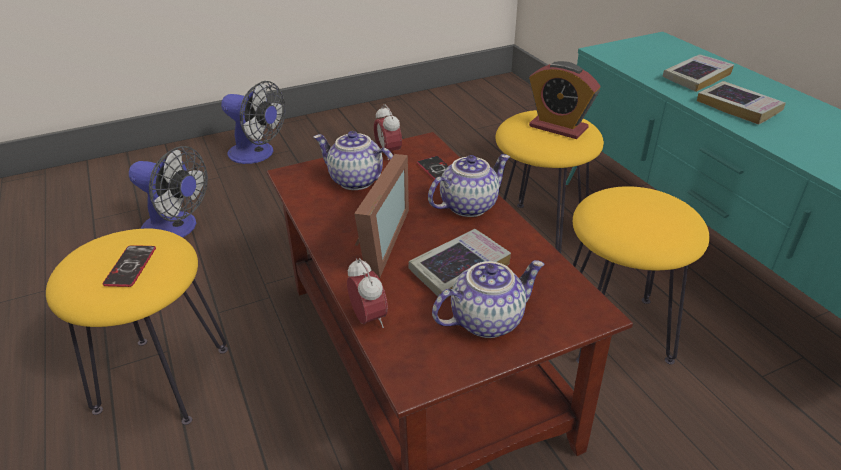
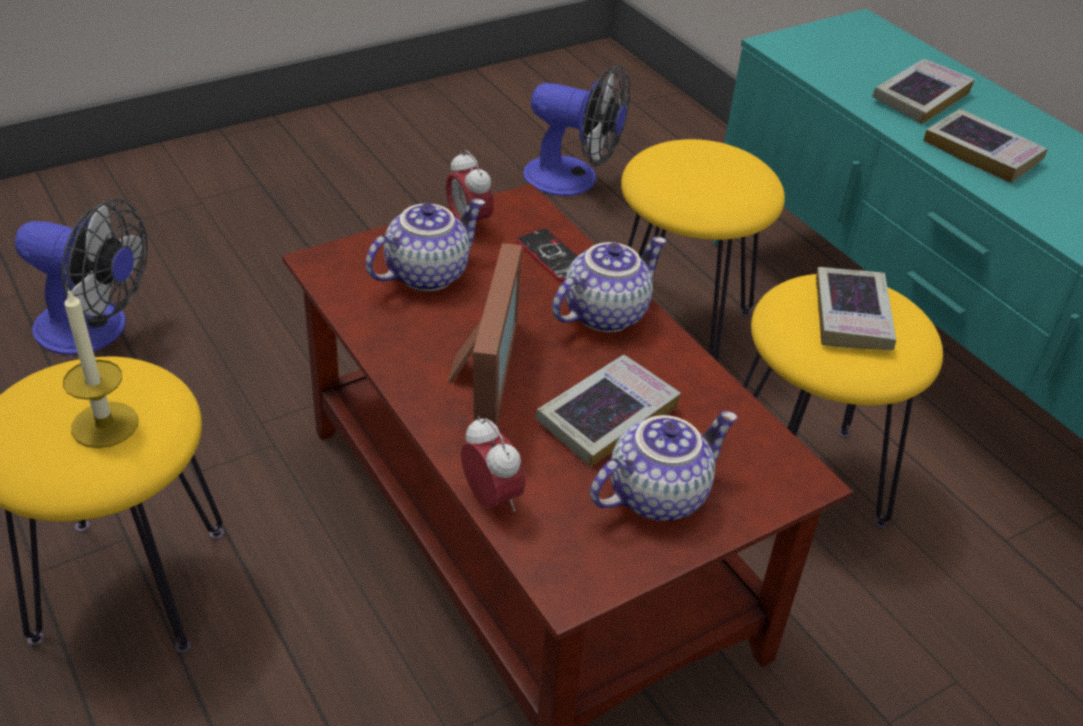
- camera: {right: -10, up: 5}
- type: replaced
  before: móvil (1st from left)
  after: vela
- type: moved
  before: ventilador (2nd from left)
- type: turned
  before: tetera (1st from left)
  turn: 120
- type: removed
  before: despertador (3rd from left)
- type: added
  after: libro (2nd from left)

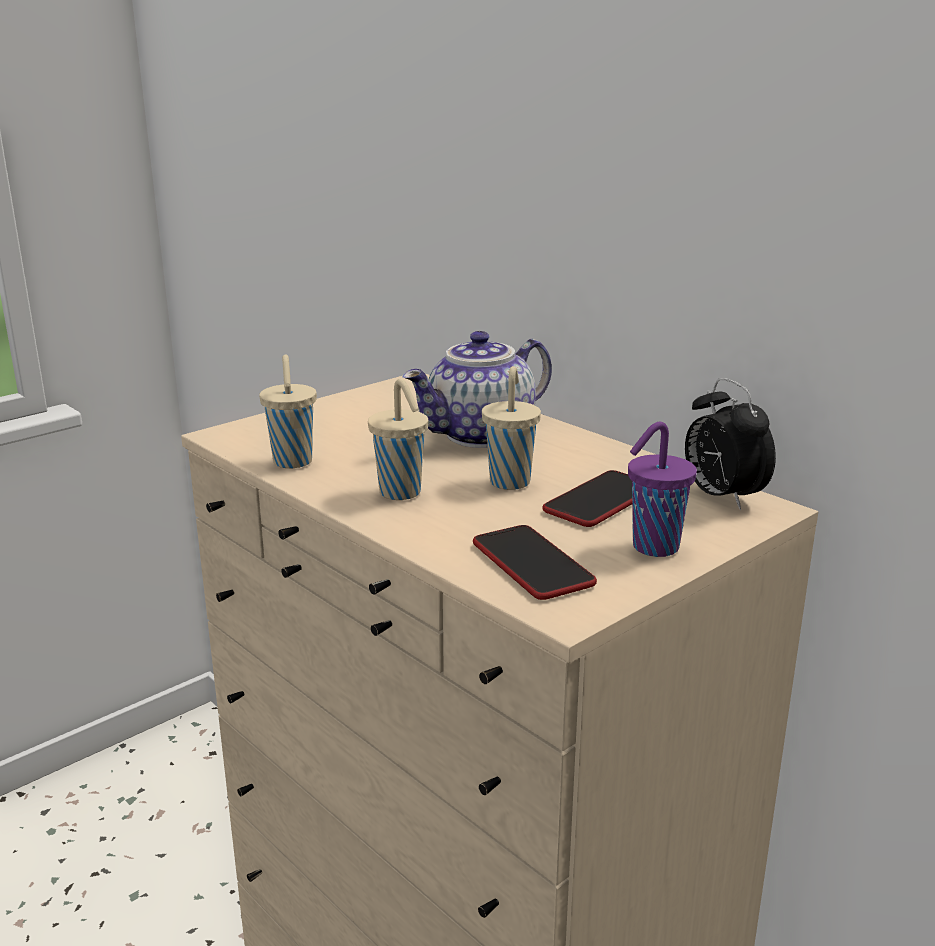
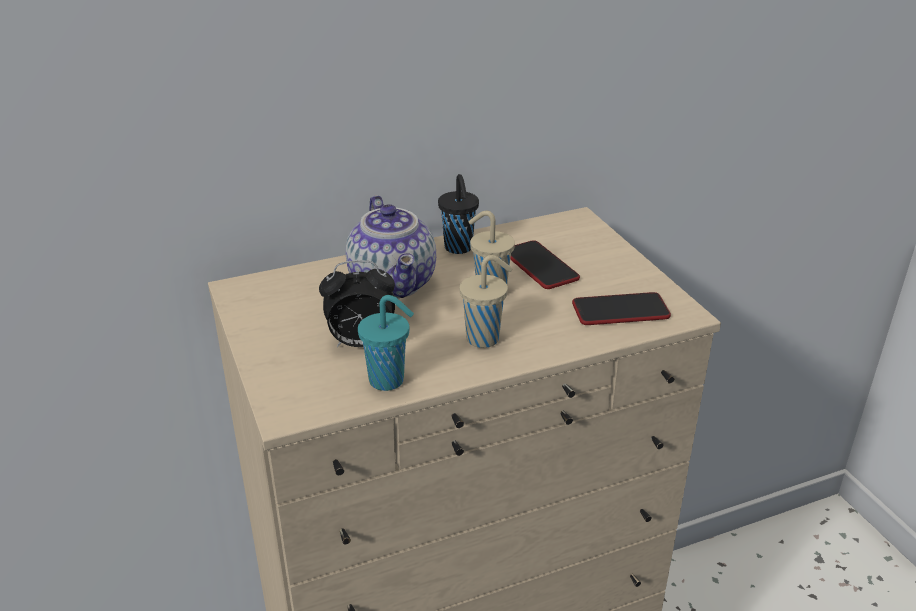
- camera: {right: -70, up: 10}
- type: recoloured
  before: taza/beis (1st from left)
  after: taza/turquesa
- type: removed
  before: taza/morado
- type: moved
  before: despertador
- type: added
  after: taza/negro

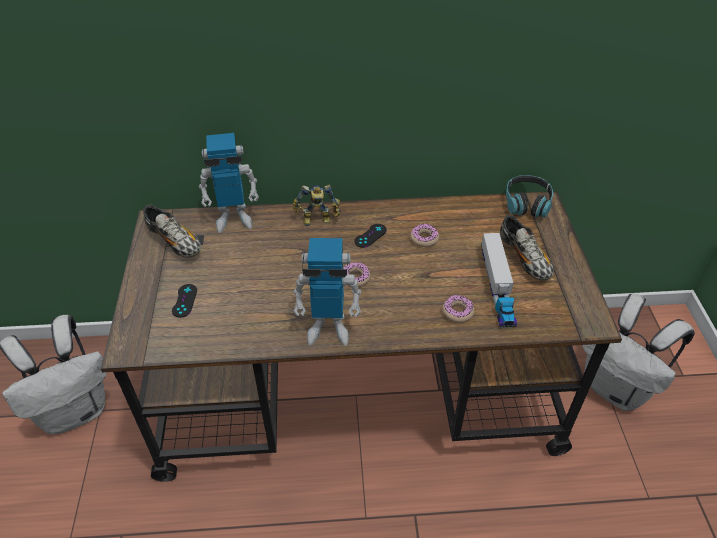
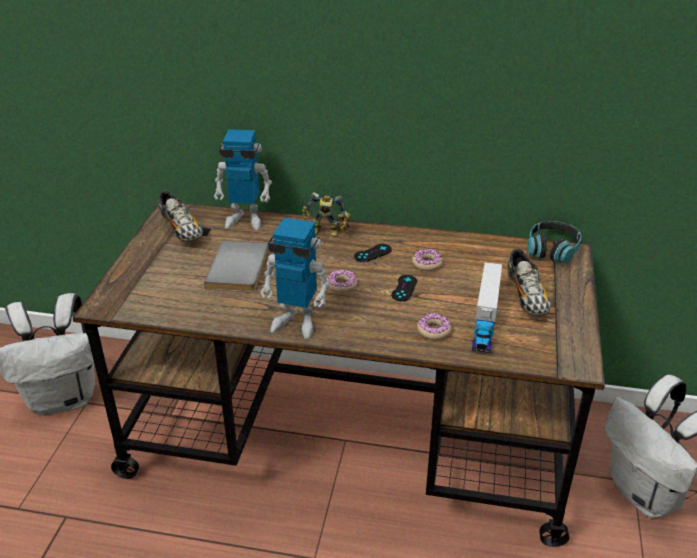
- camera: {right: 15, up: -10}
- type: moved
  before: mando de consola/negro (1st from left in the first image)
  after: mando de consola/negro (2nd from left)
- type: added
  after: libro/gris

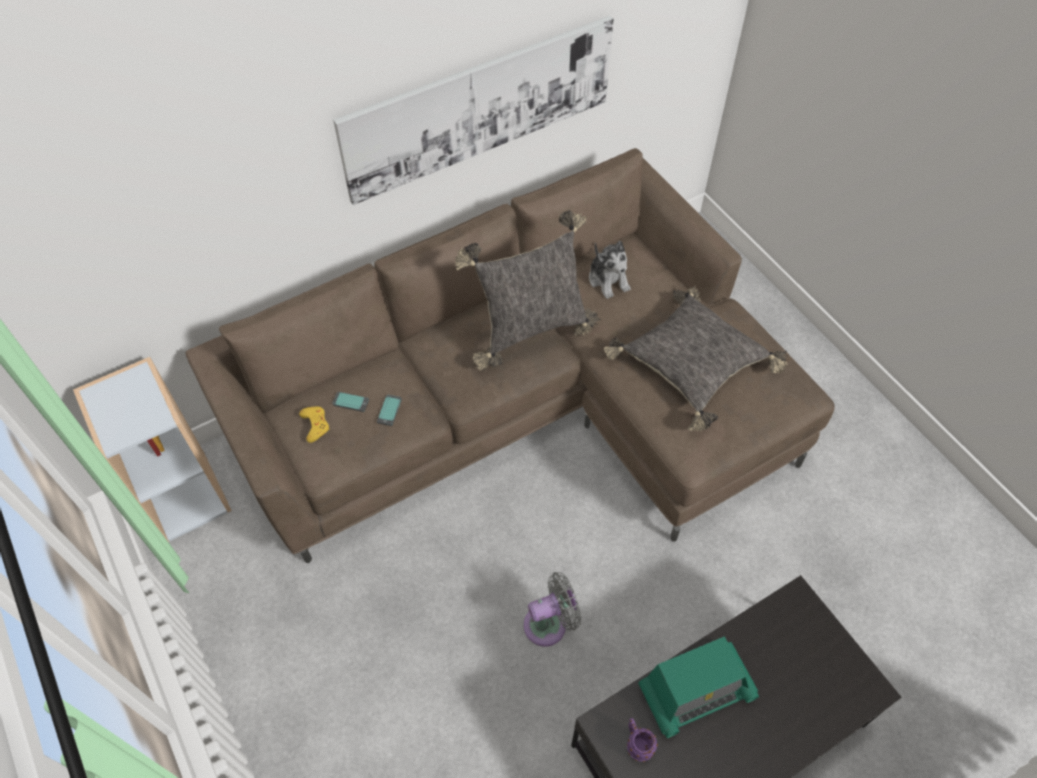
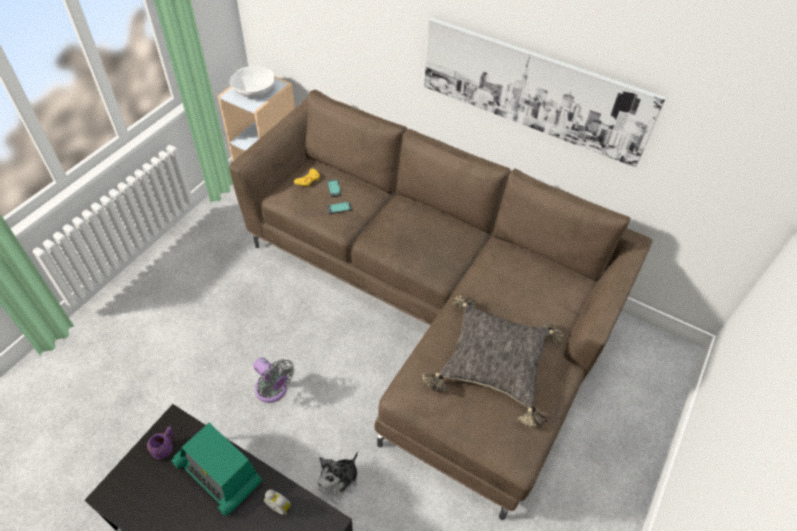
- camera: {right: 60, up: -5}
- type: removed
  before: cojín (1st from left)
- type: moved
  before: peluche
- type: added
  after: cuenco/blanco
- type: added
  after: despertador

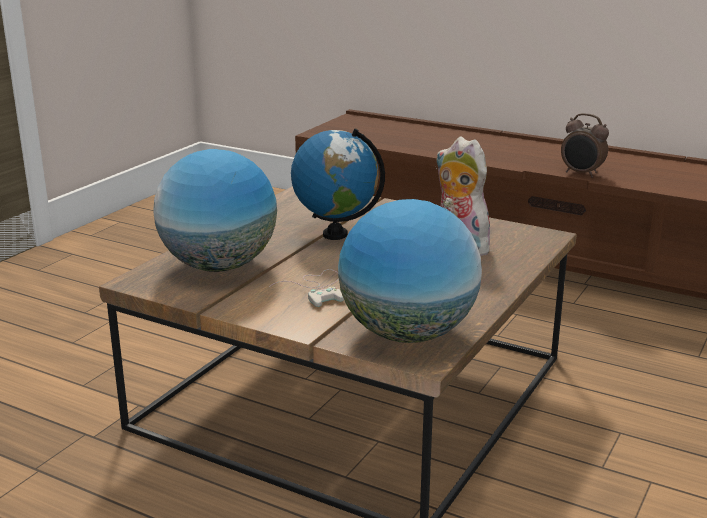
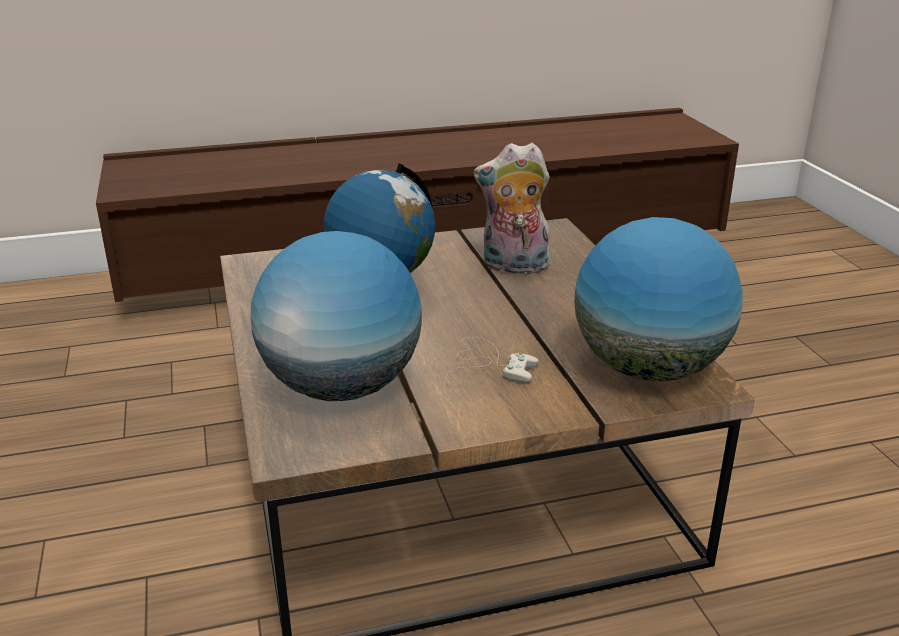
- camera: {right: -45, up: 5}
- type: removed
  before: despertador

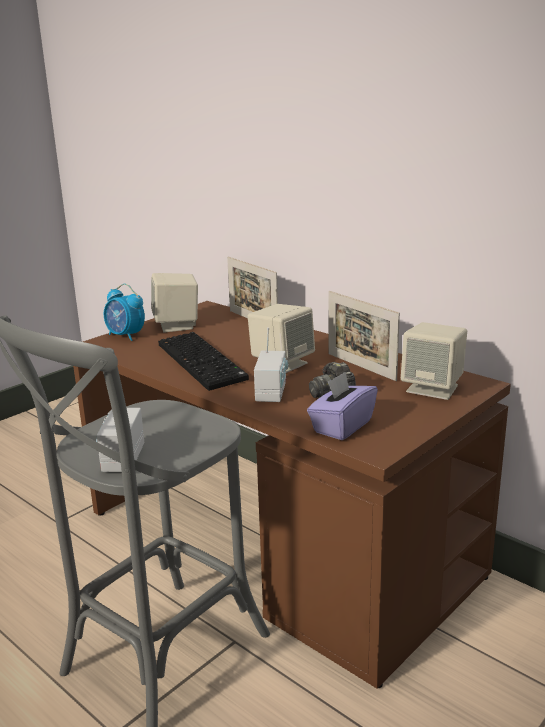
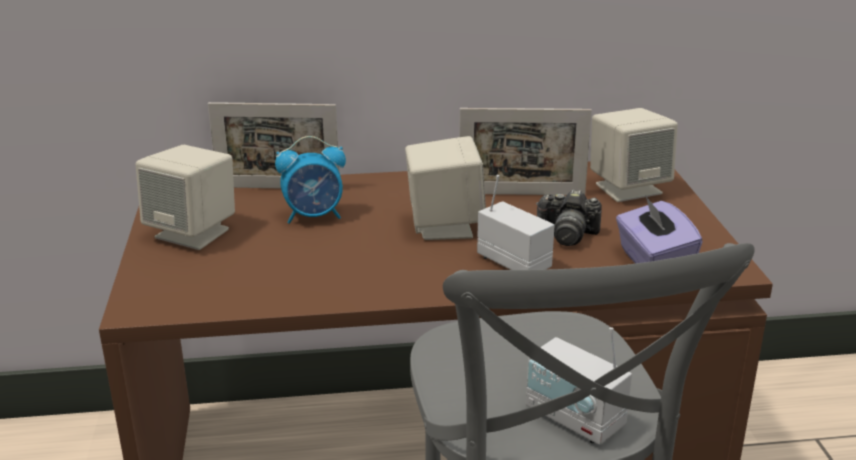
- camera: {right: -50, up: 5}
- type: moved
  before: despertador
- type: removed
  before: teclado

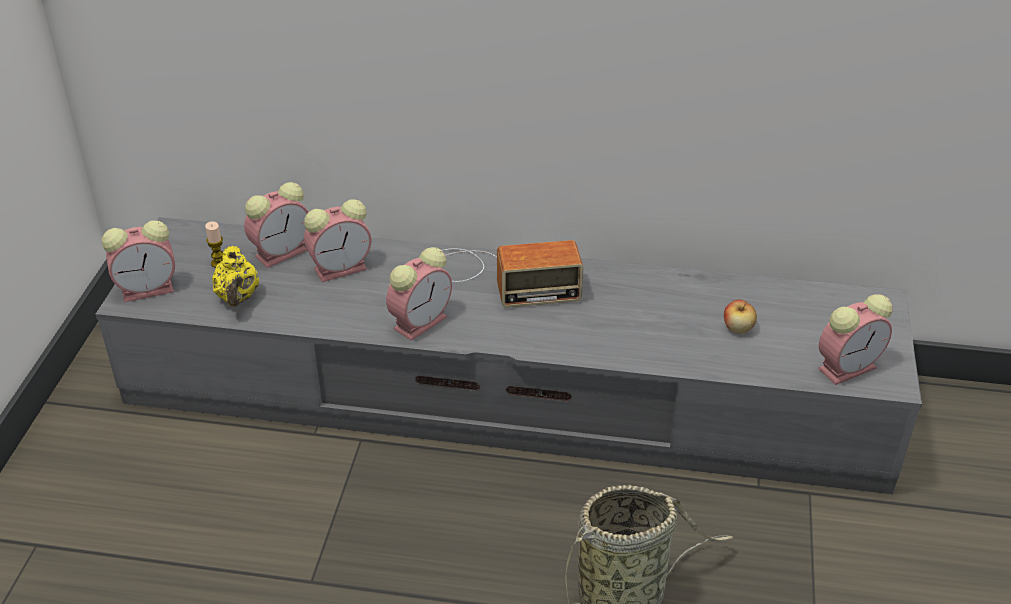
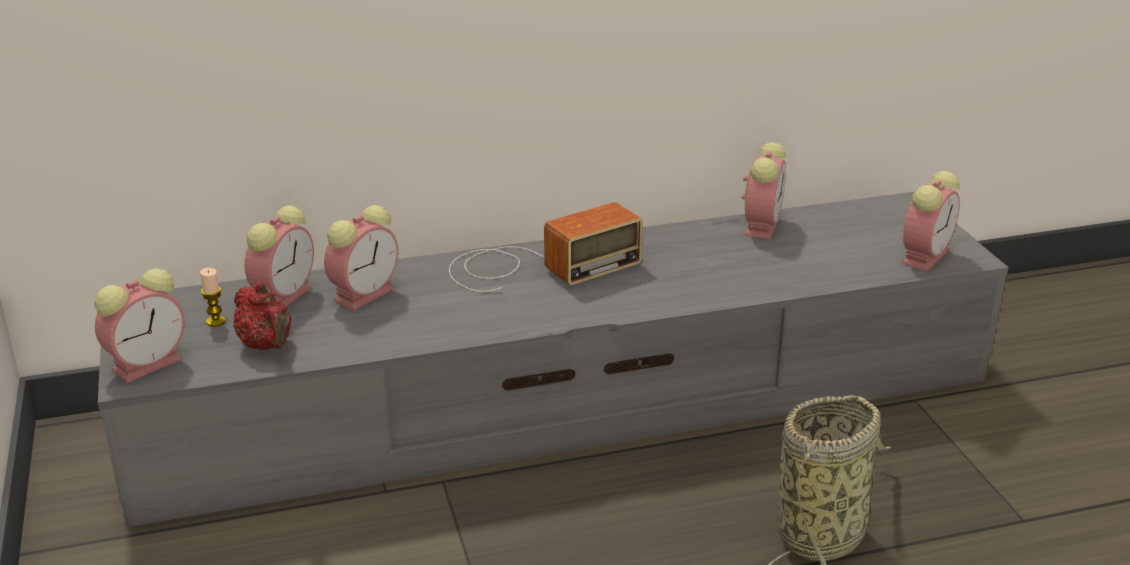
- camera: {right: -25, up: -10}
- type: recoloured
  before: tetera/amarillo
  after: tetera/rojo
- type: moved
  before: despertador (4th from left)
- type: removed
  before: manzana

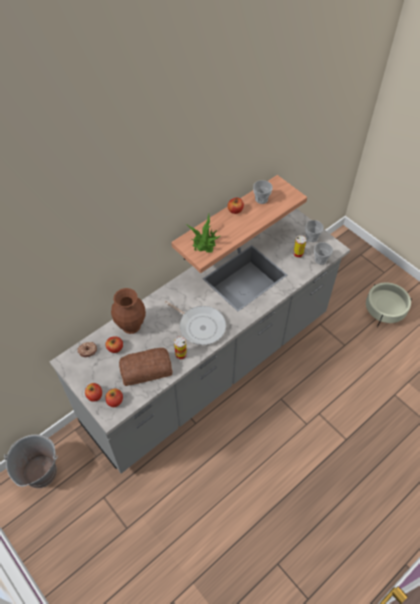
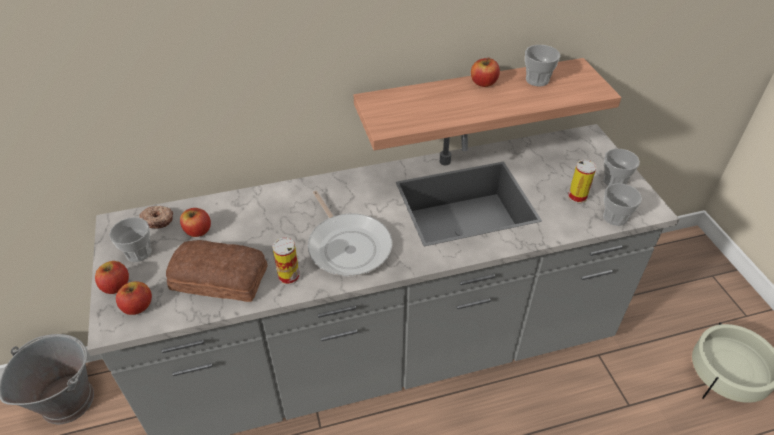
- camera: {right: 25, up: -10}
- type: removed
  before: florero/marrón
- type: removed
  before: planta en maceta
- type: added
  after: taza (1st from left)

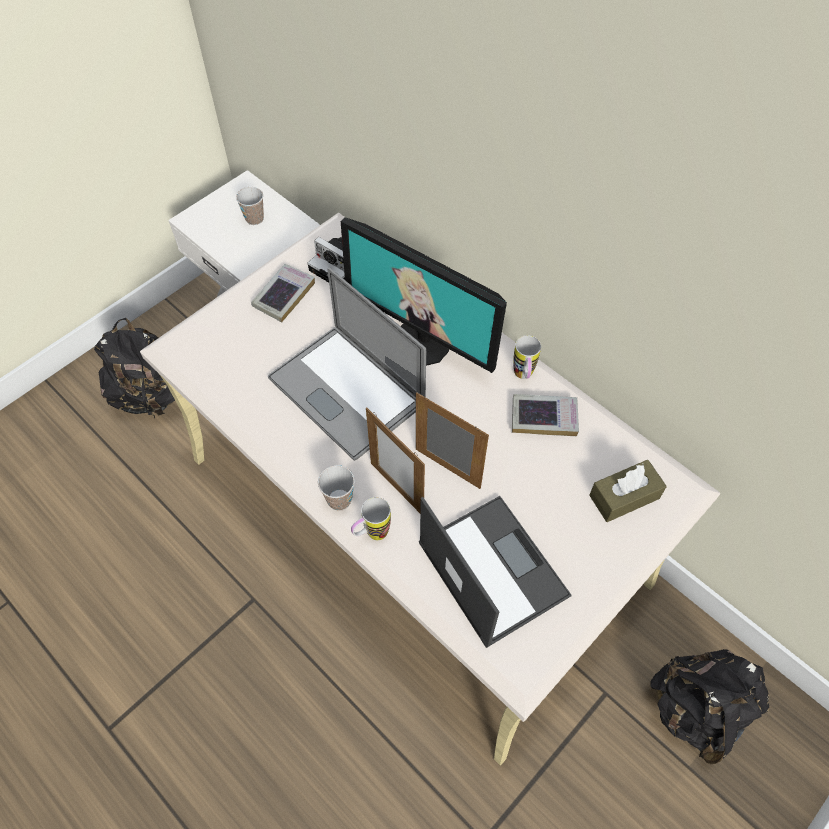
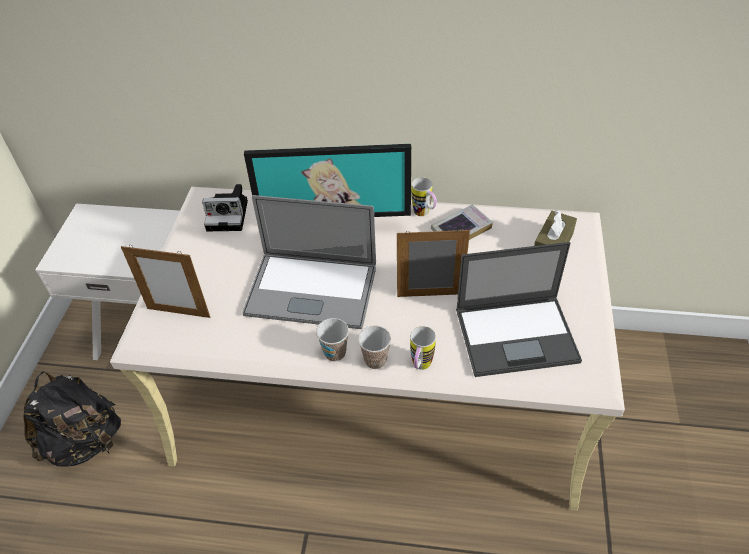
- camera: {right: -35, up: -10}
- type: moved
  before: taza (1st from left)
- type: removed
  before: libro (1st from left)
- type: moved
  before: portarretratos (1st from left)
- type: turned
  before: portátil (2nd from left)
  turn: 150
- type: removed
  before: mochila/negro (2nd from left)

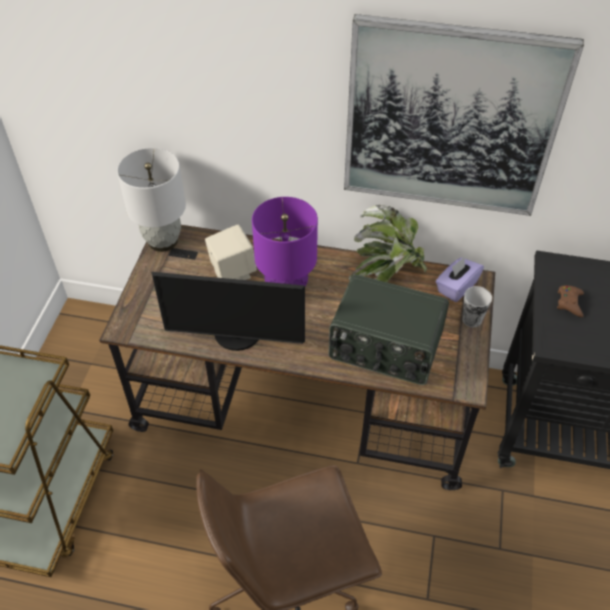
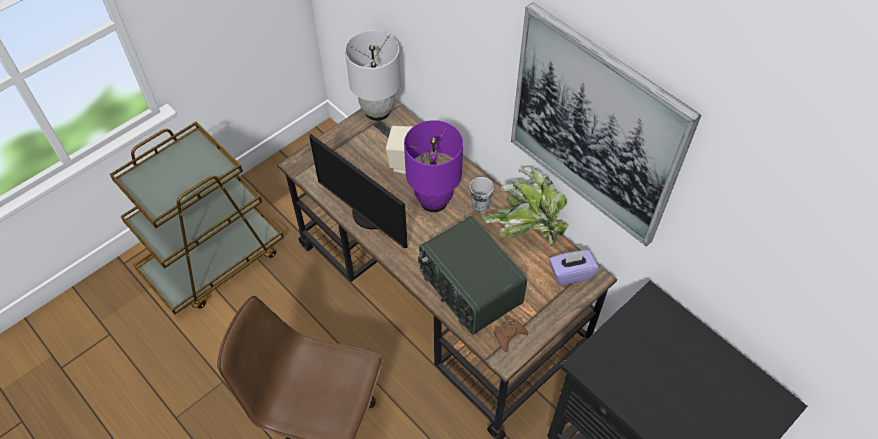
- camera: {right: 35, up: 5}
- type: moved
  before: taza
- type: moved
  before: mando de consola/marrón

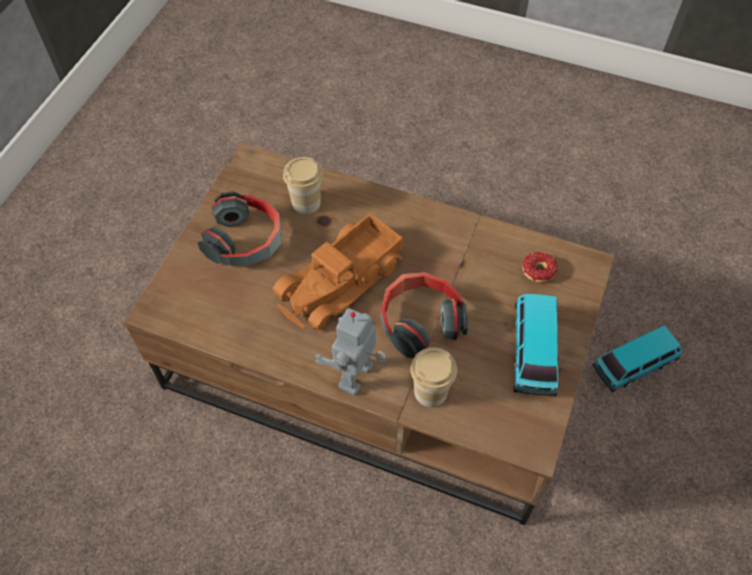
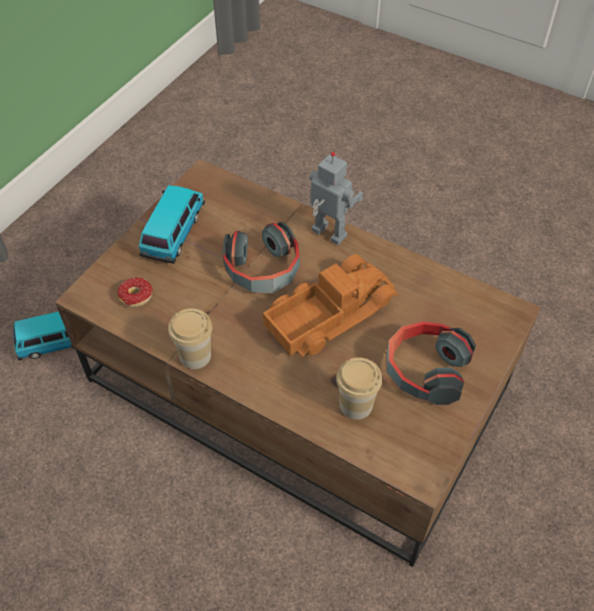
- camera: {right: -170, up: -5}
- type: turned
  before: robot de juguete
  turn: -90
- type: moved
  before: taza (2nd from left in the first image)
  after: taza (1st from left)

